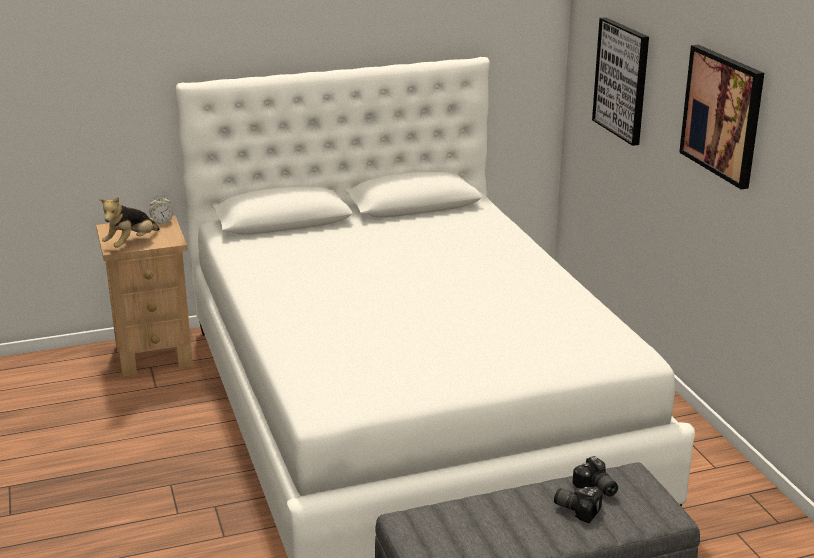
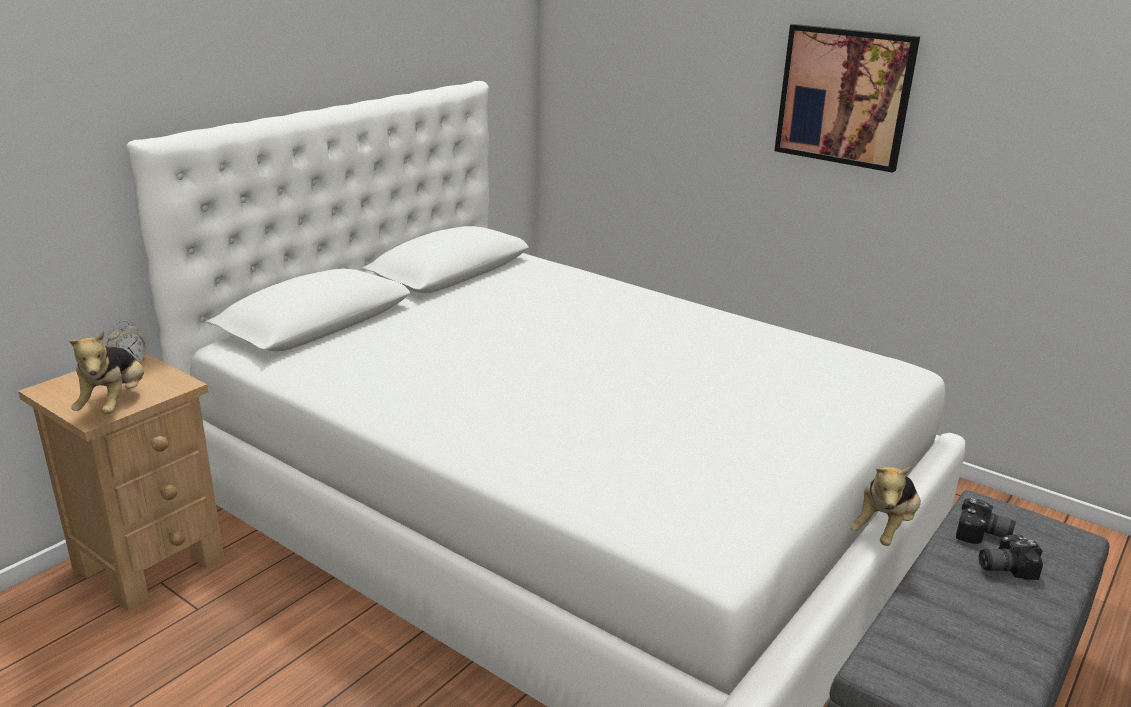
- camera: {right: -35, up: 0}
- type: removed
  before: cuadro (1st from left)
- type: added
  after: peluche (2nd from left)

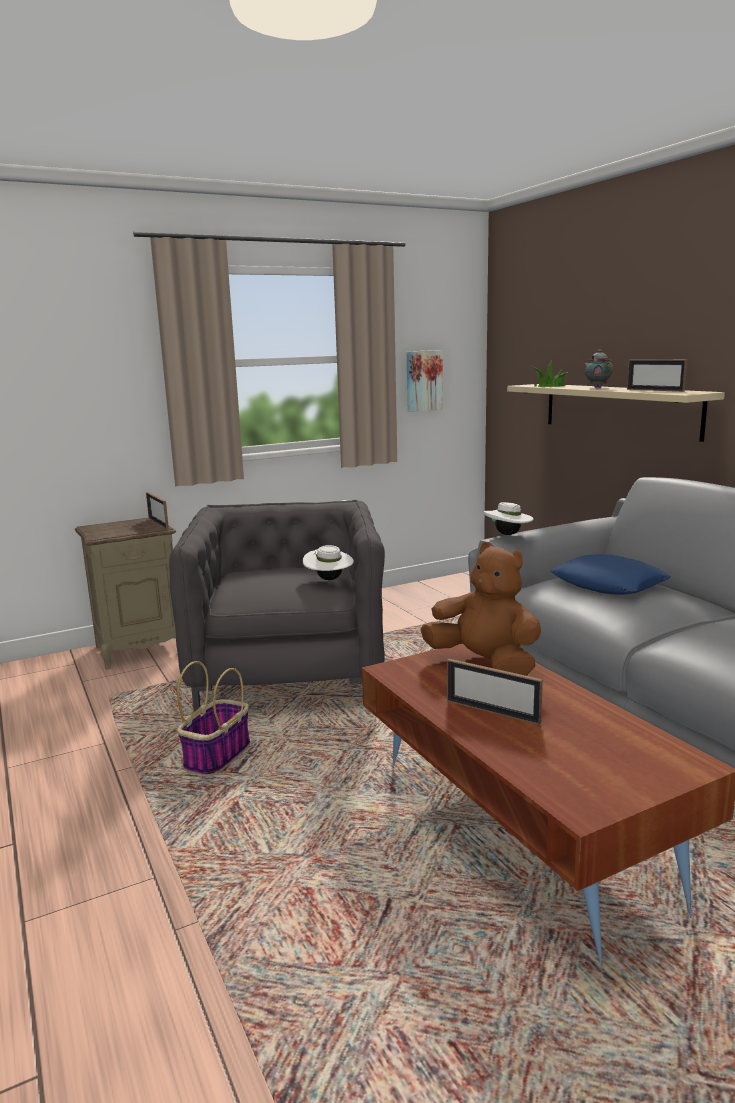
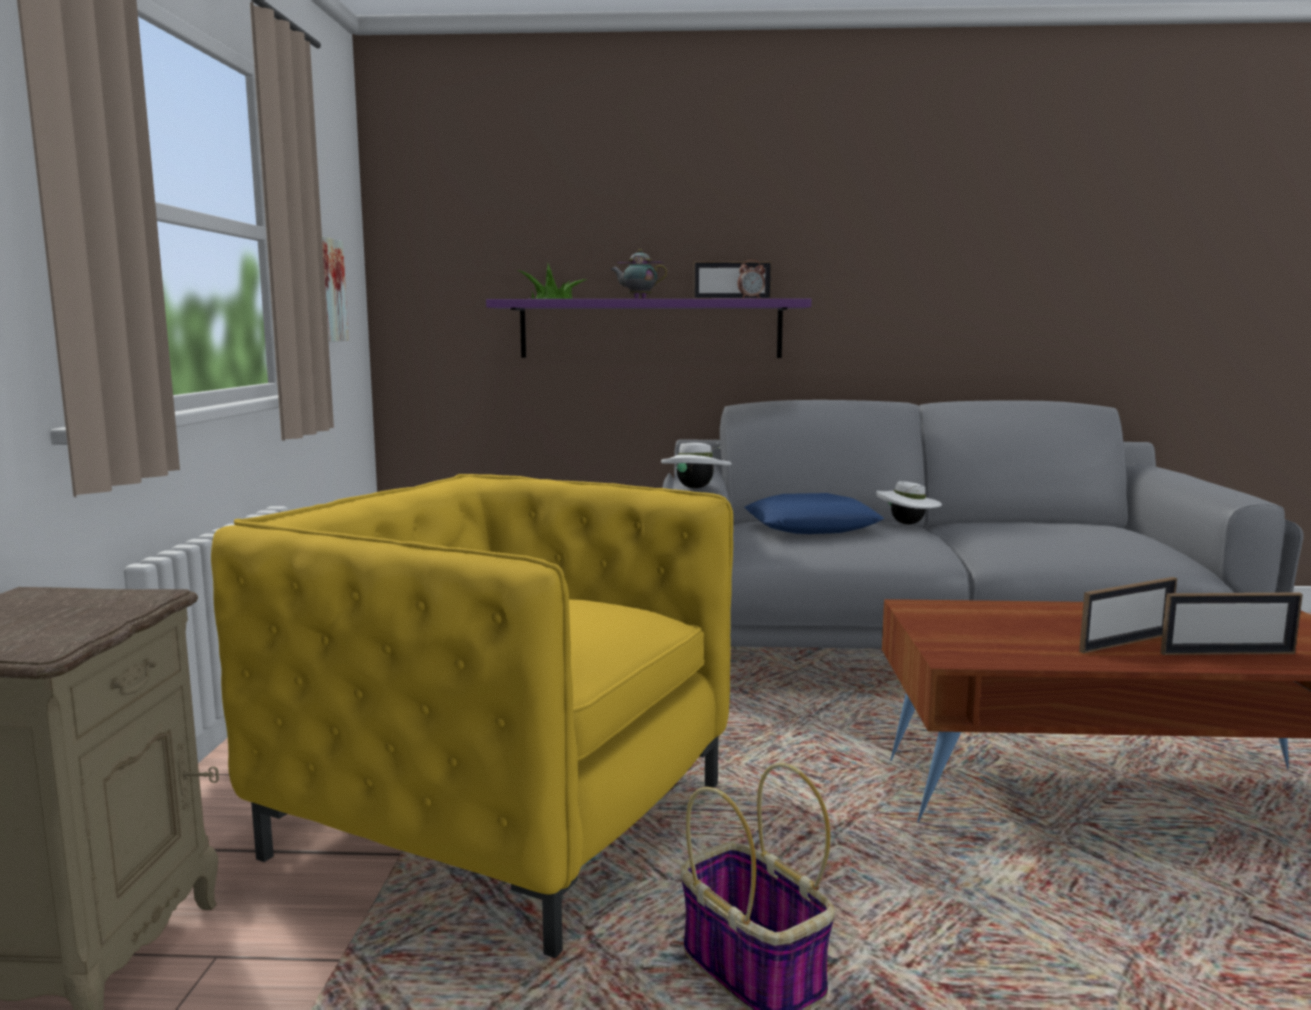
- camera: {right: -60, up: -5}
- type: moved
  before: portarretratos (1st from left in the first image)
  after: portarretratos (3rd from left)
- type: recoloured
  before: sillón/gris
  after: sillón/amarillo
- type: moved
  before: sombrero/blanco (1st from left in the first image)
  after: sombrero/blanco (2nd from left)
- type: removed
  before: peluche/marrón
- type: recoloured
  before: estante/beis
  after: estante/morado
- type: added
  after: despertador

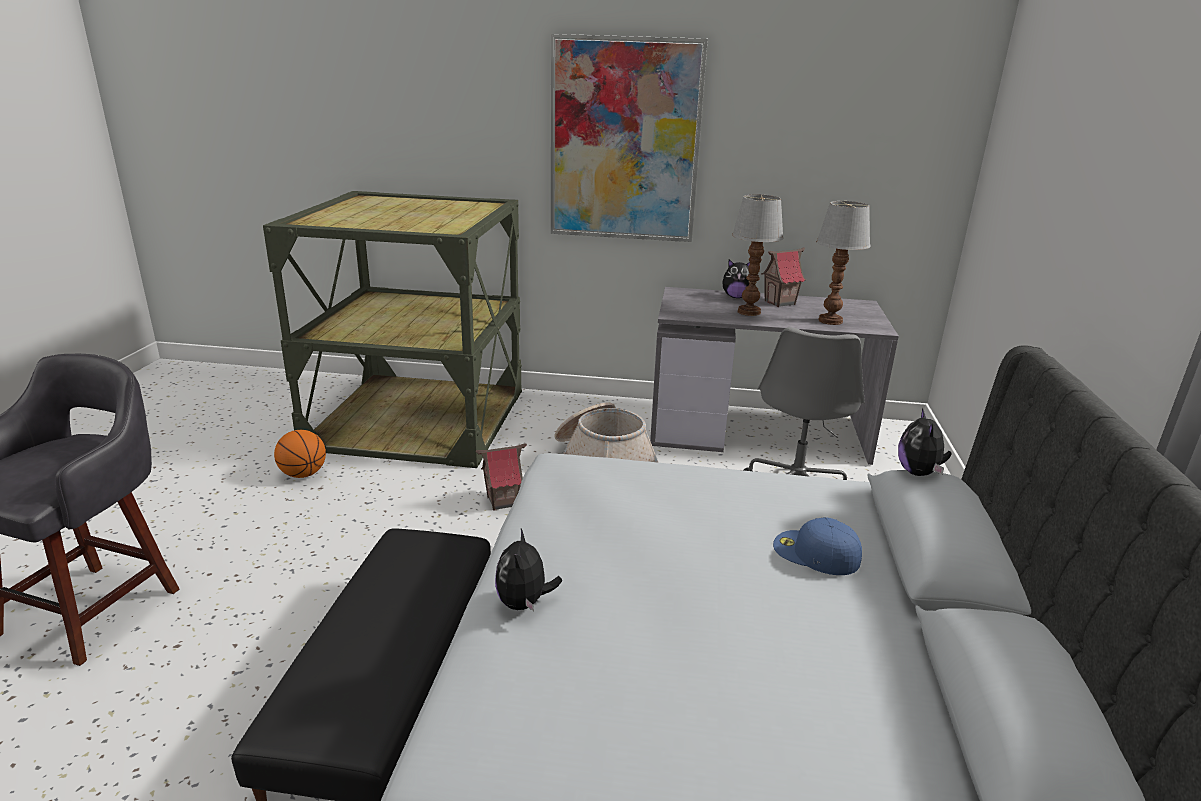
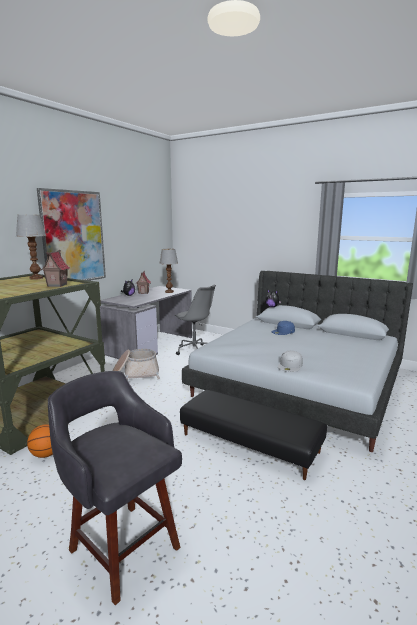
- camera: {right: -65, up: -10}
- type: moved
  before: casita (1st from left)
- type: replaced
  before: peluche (1st from left)
  after: gorra/blanco
- type: moved
  before: lámpara de mesa (1st from left)

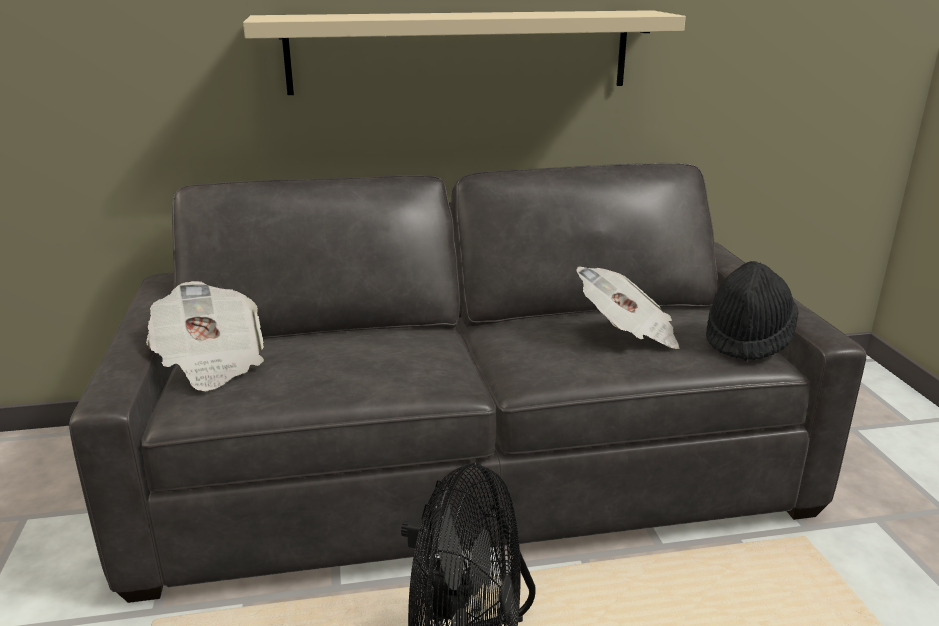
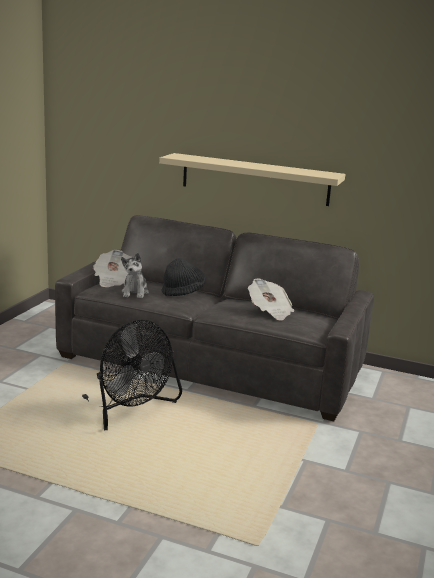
- camera: {right: 30, up: -5}
- type: moved
  before: sombrero/negro
- type: added
  after: peluche

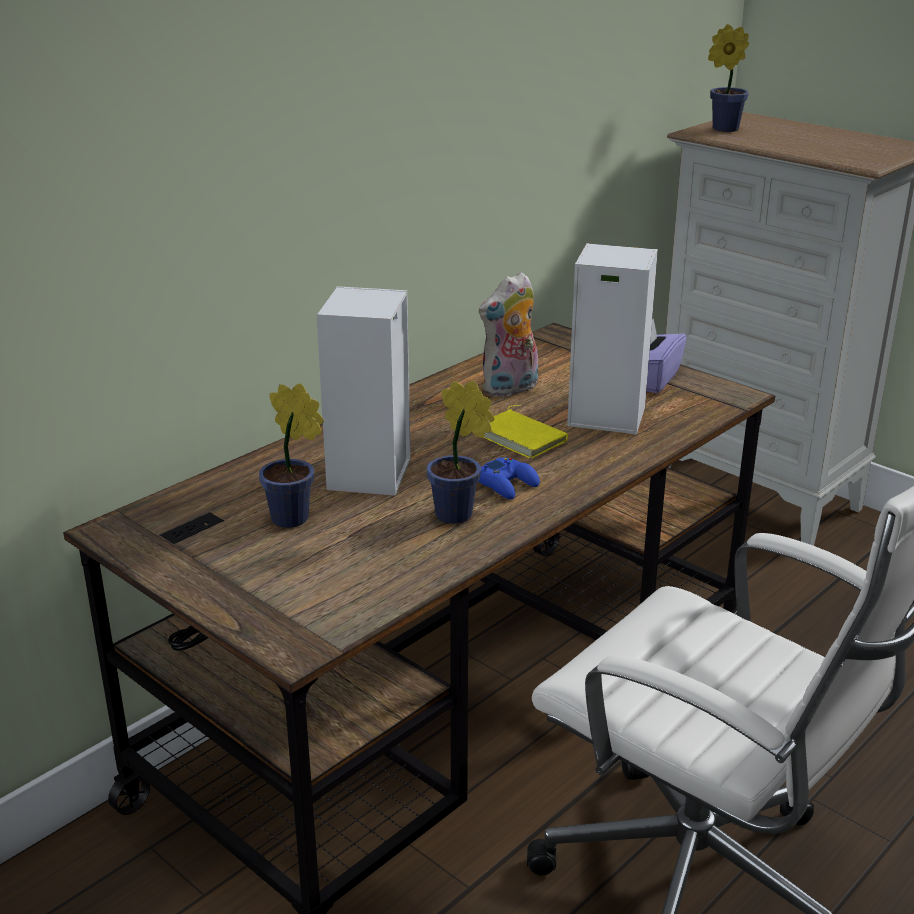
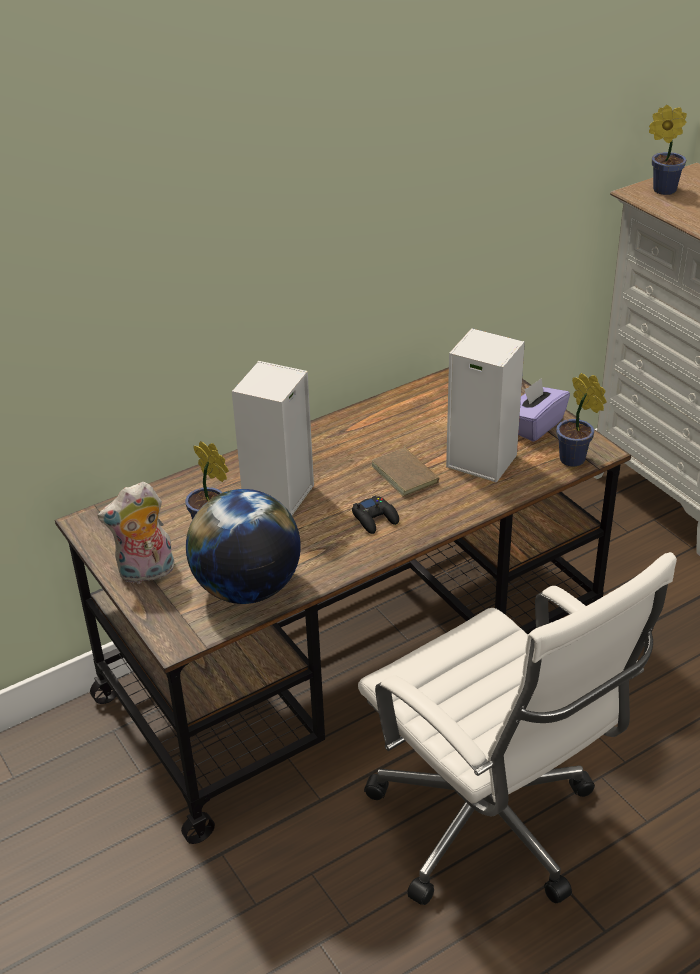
- camera: {right: 15, up: 10}
- type: moved
  before: planta en maceta (2nd from left)
- type: recoloured
  before: mando de consola/azul
  after: mando de consola/negro
- type: moved
  before: peluche
- type: recoloured
  before: libro/amarillo
  after: libro/marrón
- type: added
  after: globo terráqueo

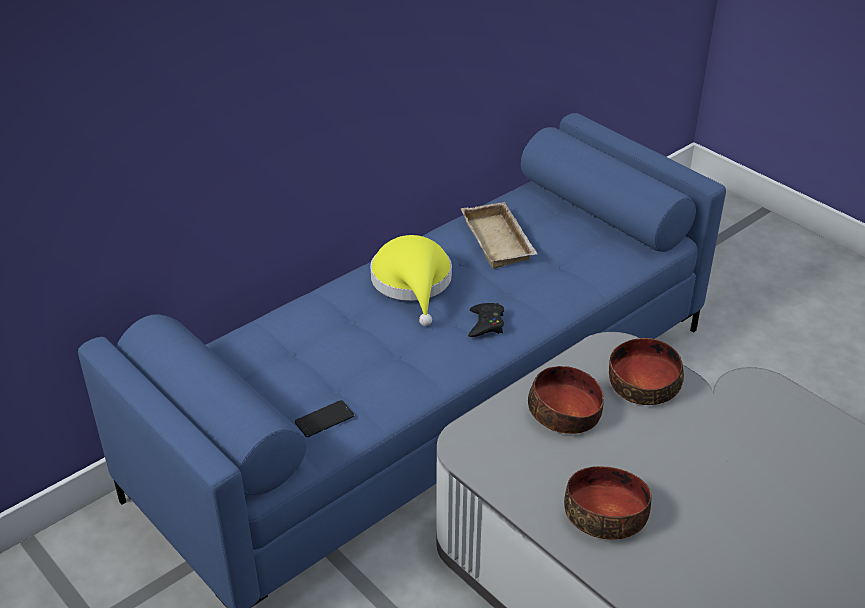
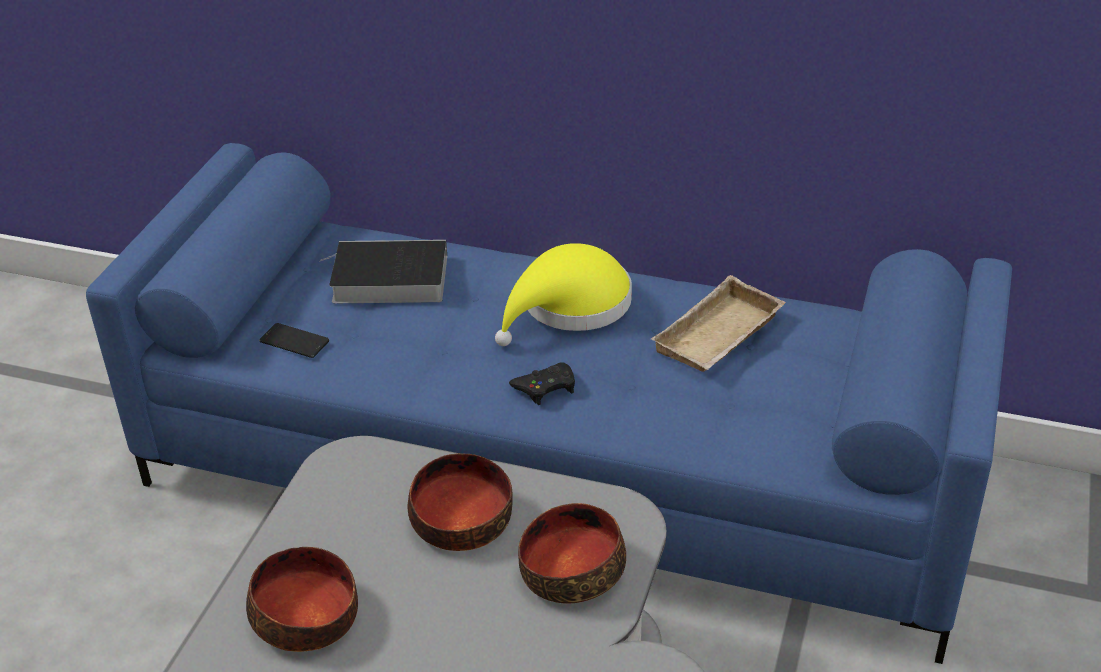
- camera: {right: 60, up: 0}
- type: added
  after: libro

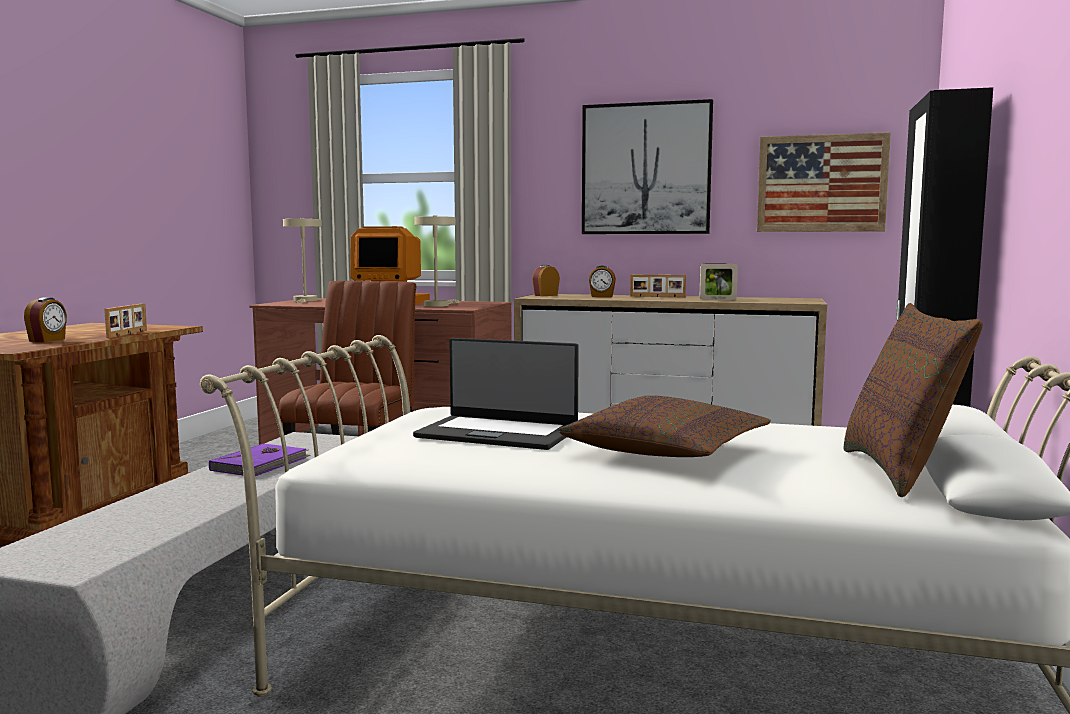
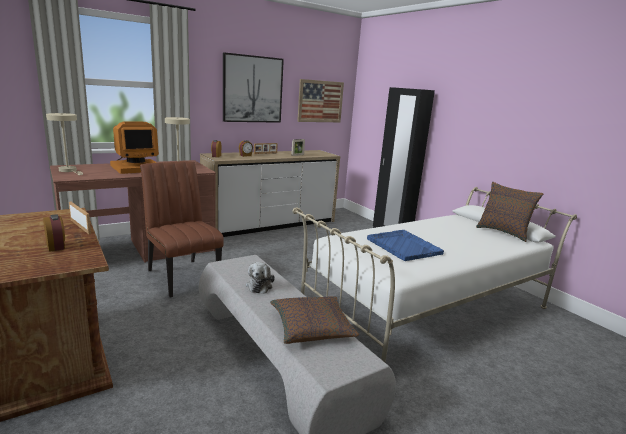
- camera: {right: -50, up: 10}
- type: replaced
  before: libro/morado
  after: peluche
- type: replaced
  before: portátil
  after: bandeja/azul
- type: moved
  before: cojín/marrón (1st from left)

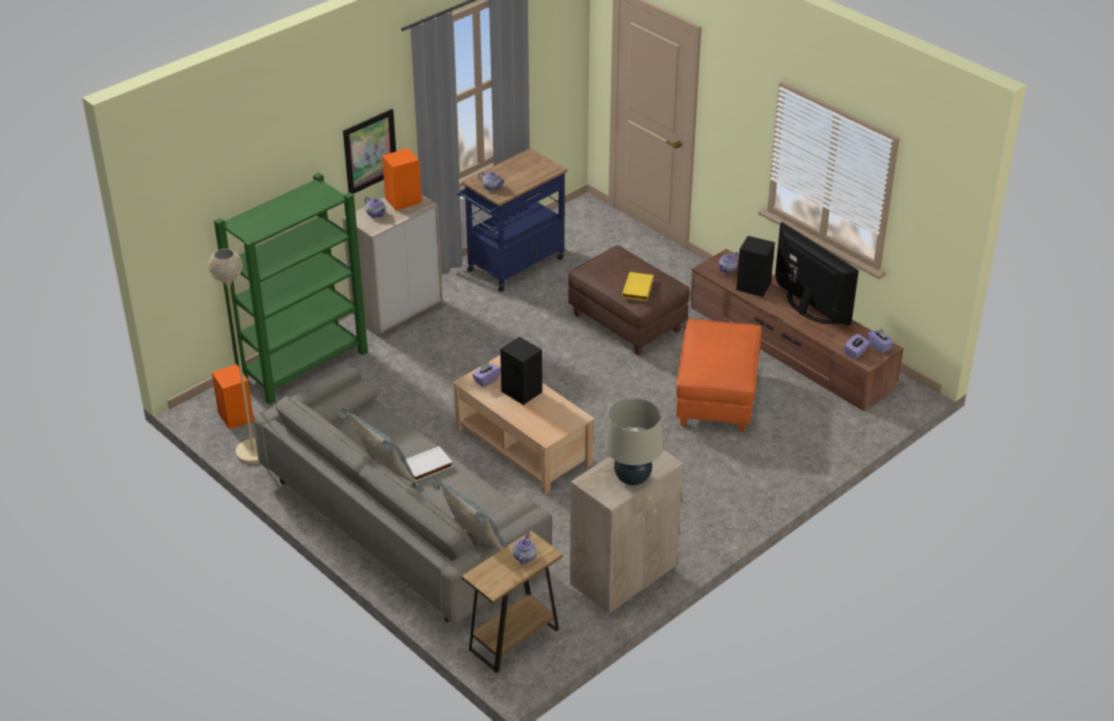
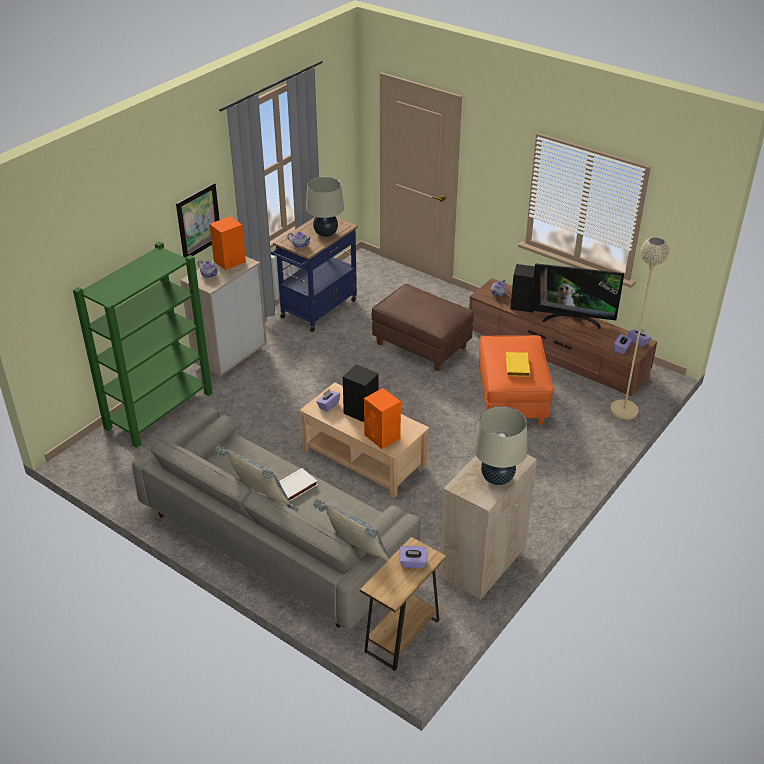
- camera: {right: -10, up: 0}
- type: moved
  before: lámpara de pie/beis
- type: moved
  before: altavoz/naranja (1st from left in the first image)
  after: altavoz/naranja (2nd from left)
- type: replaced
  before: tetera (3rd from left)
  after: caja de pañuelos/morado (2nd from left)
- type: moved
  before: libro/amarillo
- type: turned
  before: televisor
  turn: 150
- type: added
  after: lámpara de mesa/beis (1st from left)

